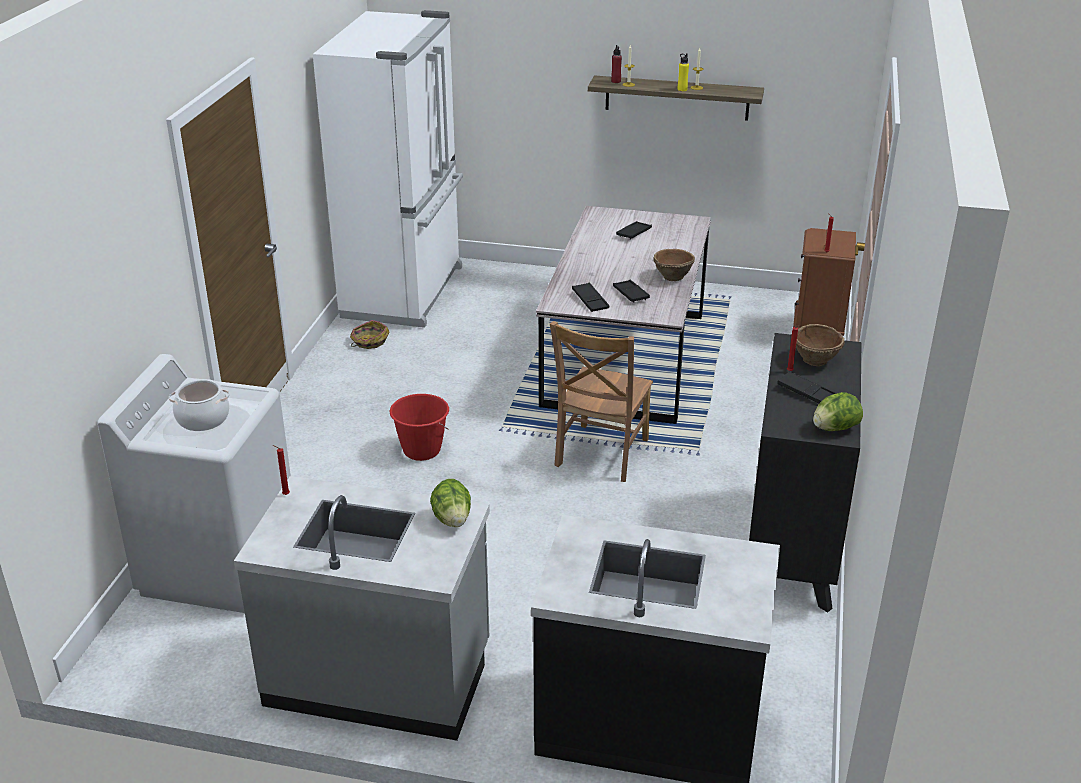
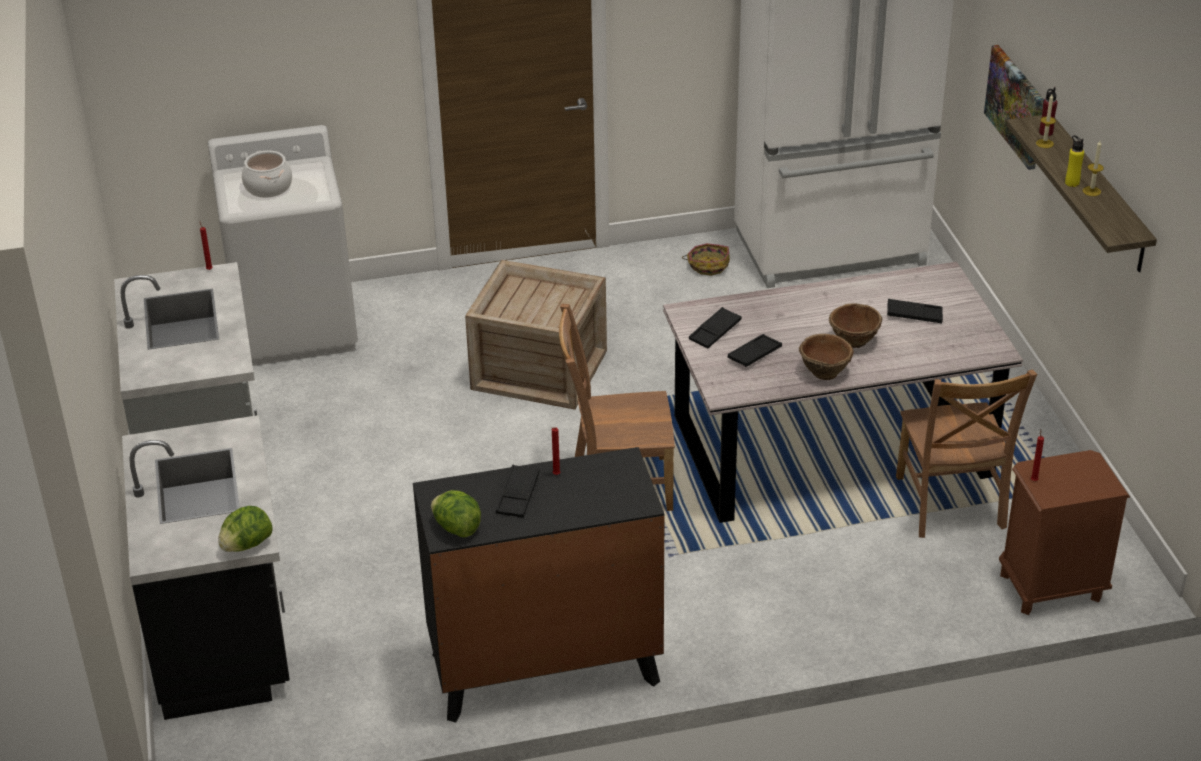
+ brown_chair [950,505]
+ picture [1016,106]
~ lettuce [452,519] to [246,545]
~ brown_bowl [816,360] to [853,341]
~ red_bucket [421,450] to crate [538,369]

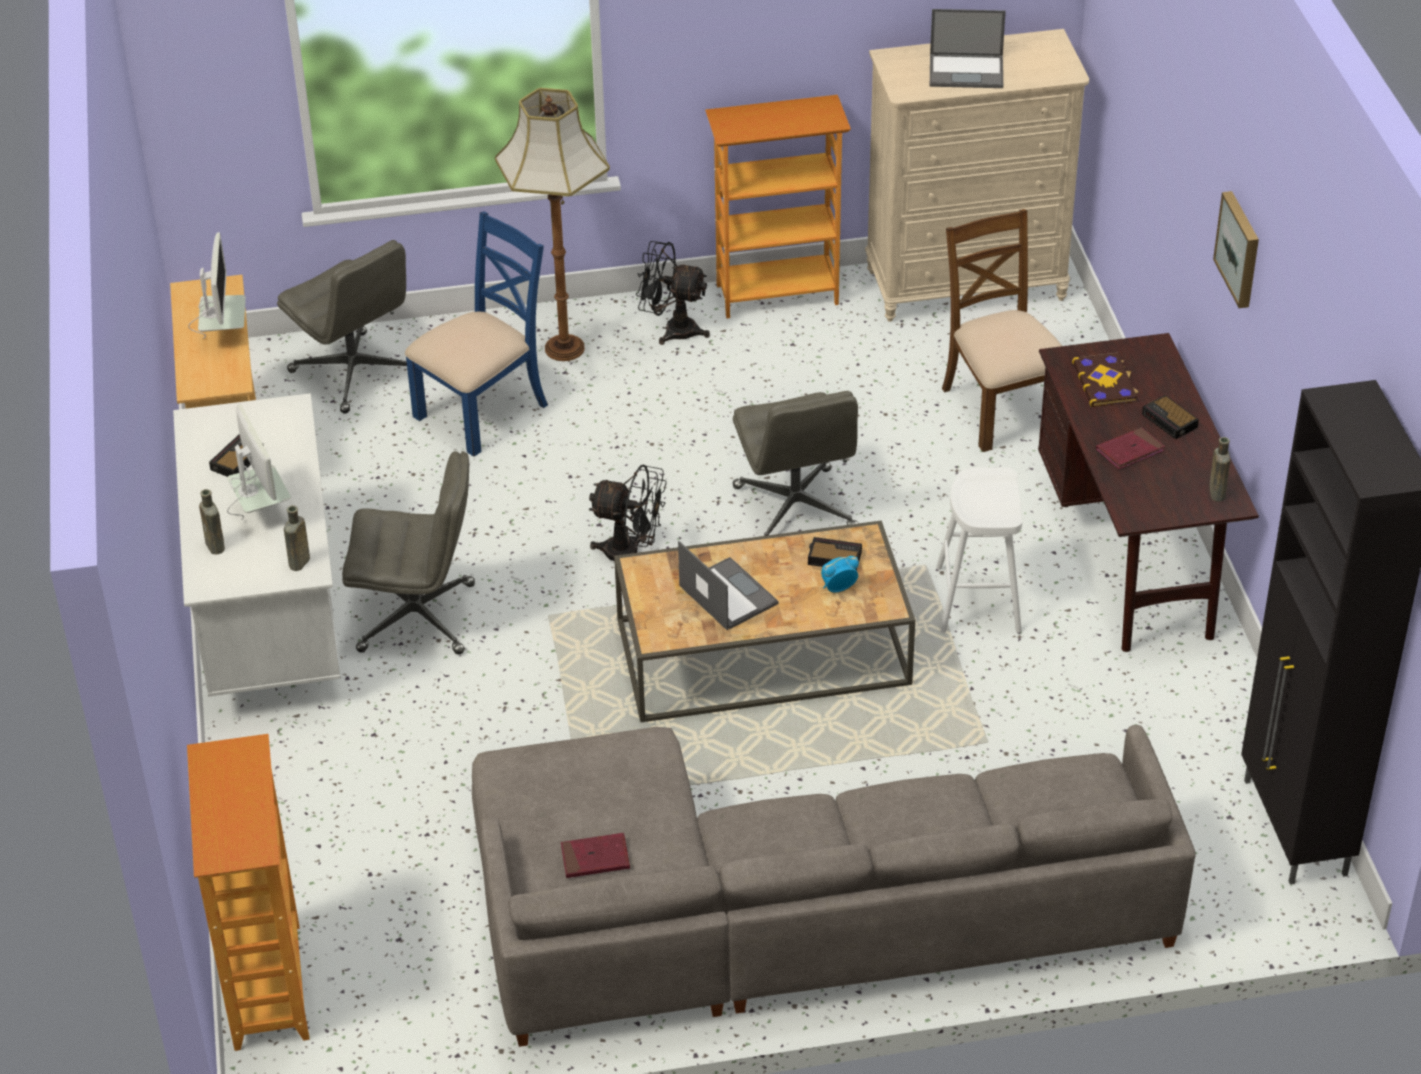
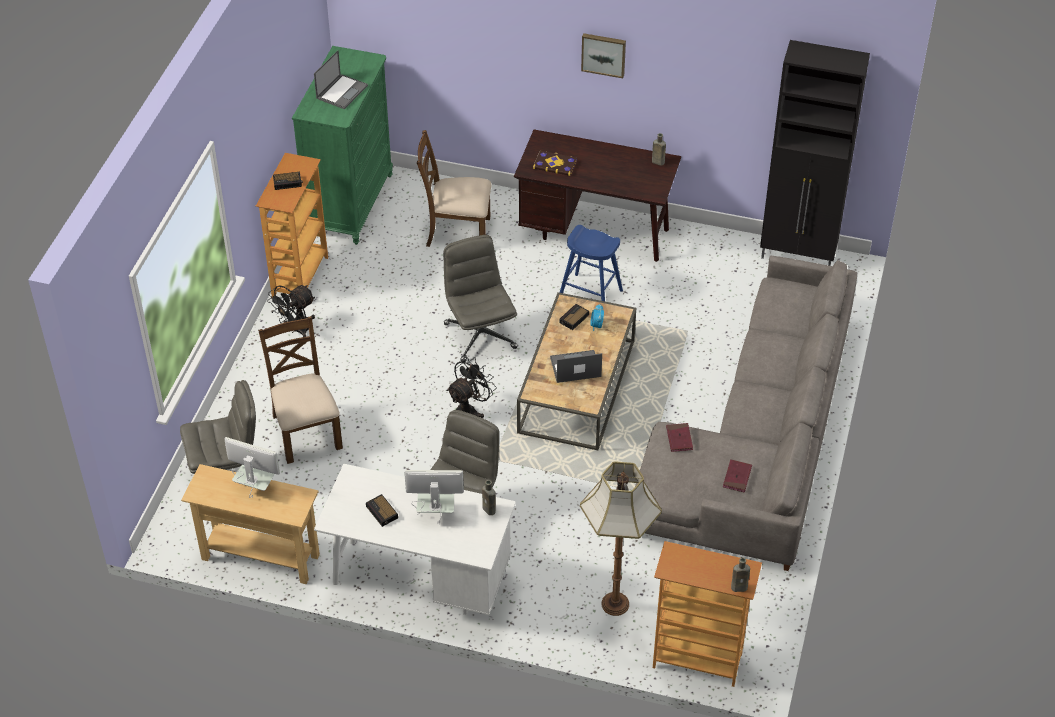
~ brown_bottle [216,547] to [740,587]
~ floor_lamp [563,348] to [614,604]
~ red_book [1130,451] to [679,439]
~ alarm_clock [1170,421] to [288,182]
~ blue_chair [483,411] to brown_chair [306,431]
~ beige_dresser [966,284] to green_dresser [350,204]
~ white_stool [978,599] to blue_stool [590,295]
~ grey_office_chair [796,509] = [479,335] 120 degrees counterclockwise

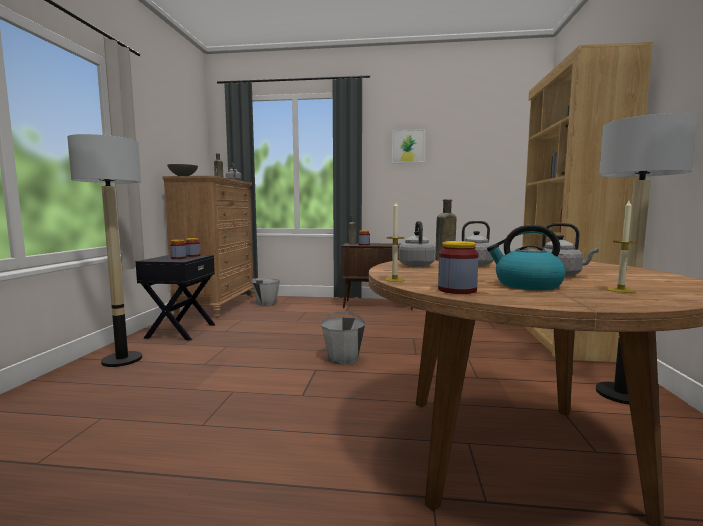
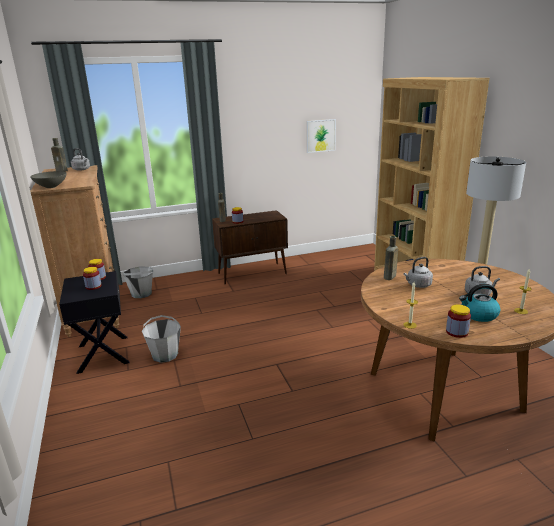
- floor_lamp [122,360]
- grey_kettle [416,265]
~ grey_bucket [343,358] to [165,354]
~ picture [408,146] to [320,135]

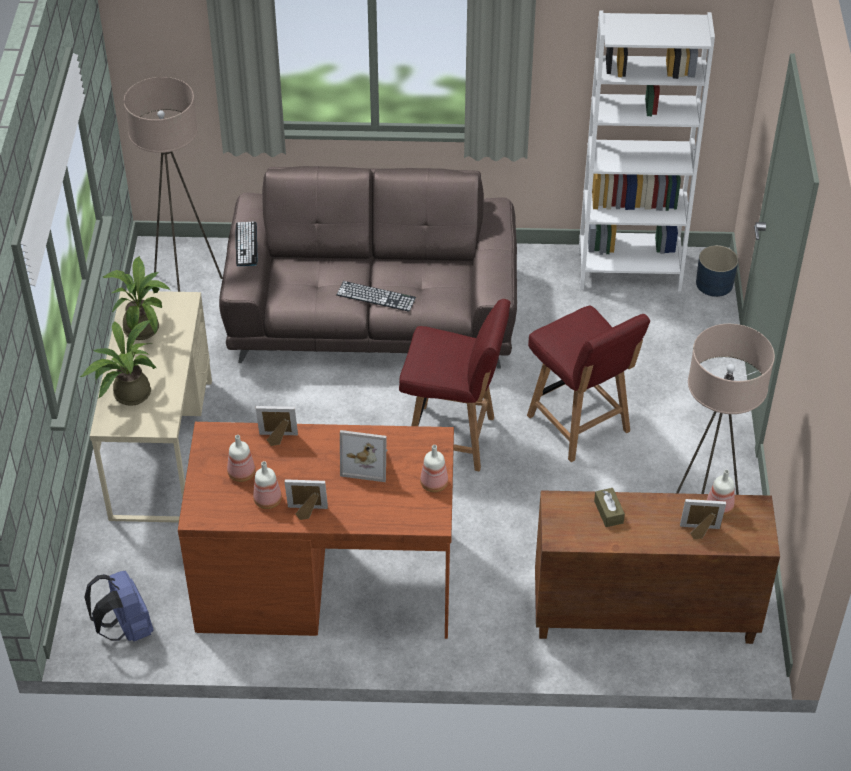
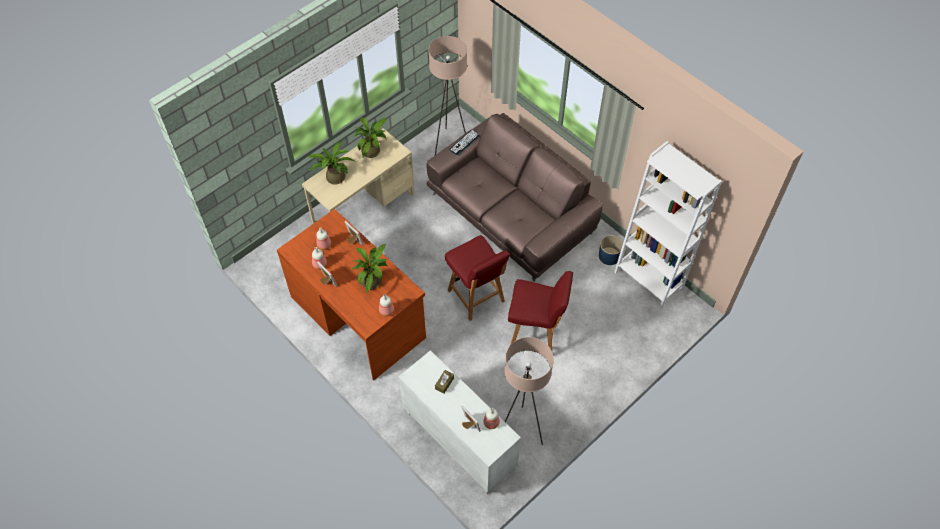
- blue_backpack [126,628]
- keyboard [376,296]
~ blue_planter [714,283] to [609,256]
~ picture_frame [367,462] to potted_plant [373,279]
~ brown_cabinet [642,615] to white_cabinet [458,440]
~ red_chair [579,425] = [535,335] 90 degrees counterclockwise

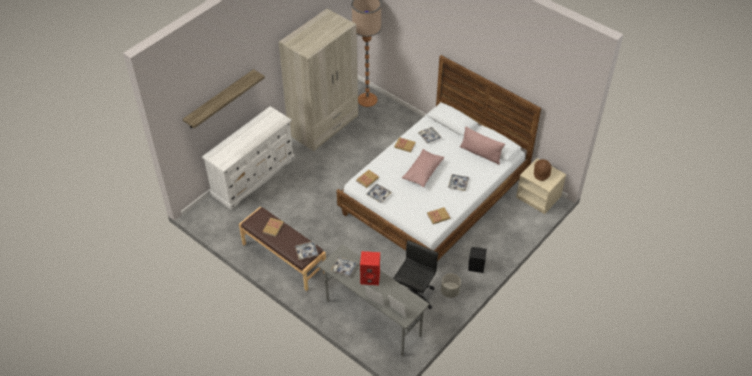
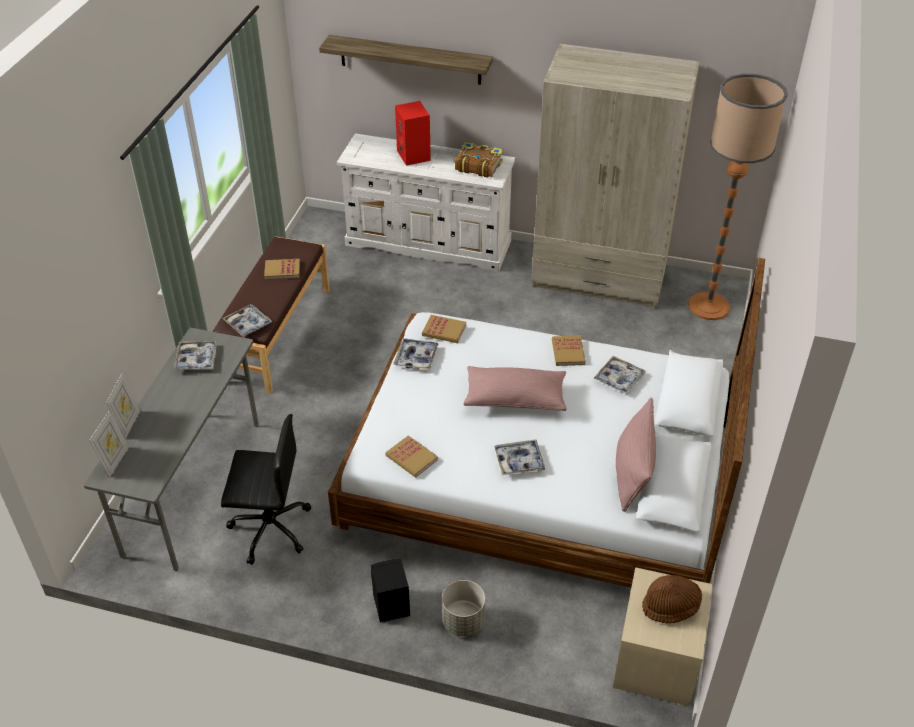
+ book [478,166]
~ red_speaker [370,277] to [414,155]
~ grey_planter [450,291] to [463,621]

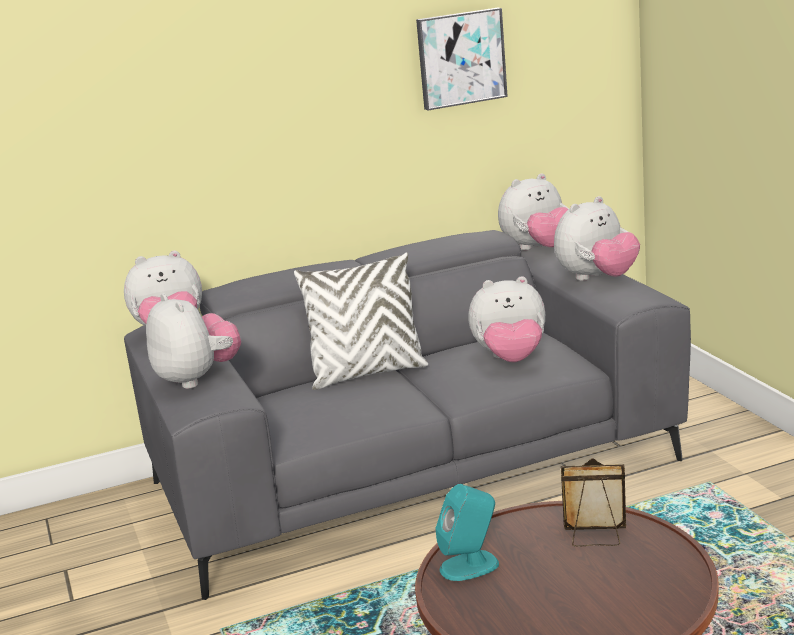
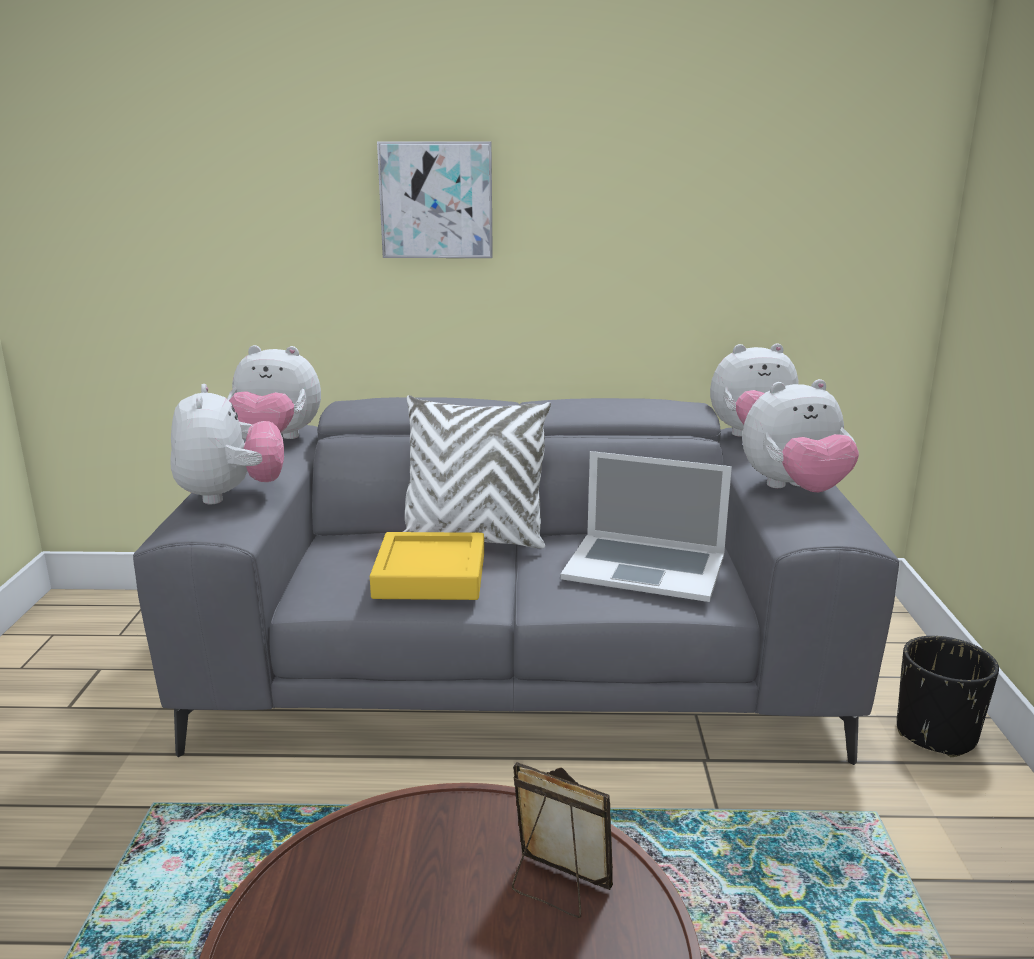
- turquoise_speaker [470,566]
+ yellow_tray [430,576]
+ black_planter [936,734]
~ picture [460,58] to [436,200]
~ plush_toy [511,359] to laptop [644,567]

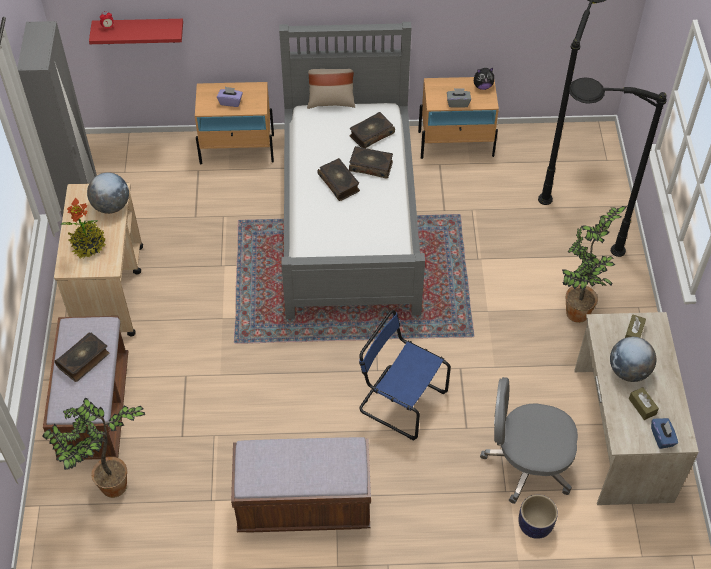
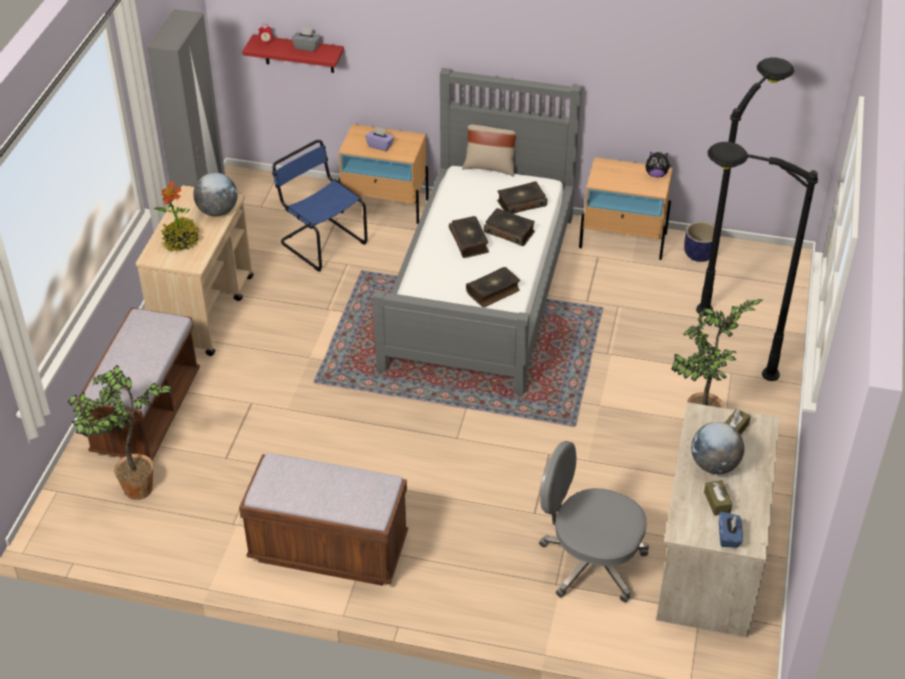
~ book [84,360] to [493,292]
~ blue_chair [399,400] to [321,242]
~ grey_tissue_box [458,103] to [307,47]
~ planter [534,525] to [699,254]

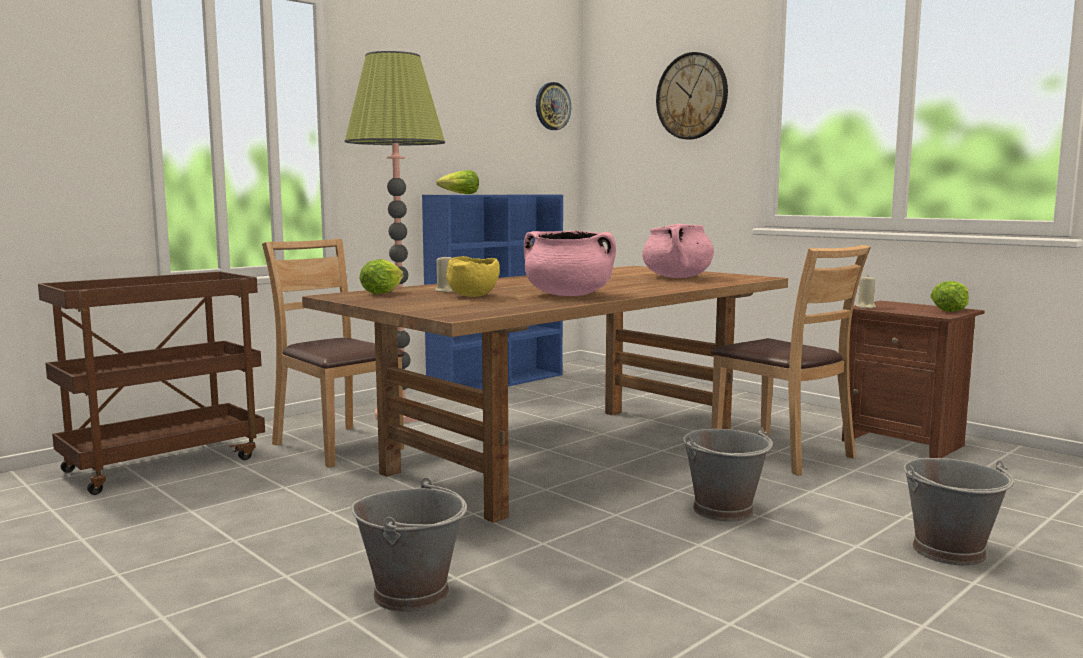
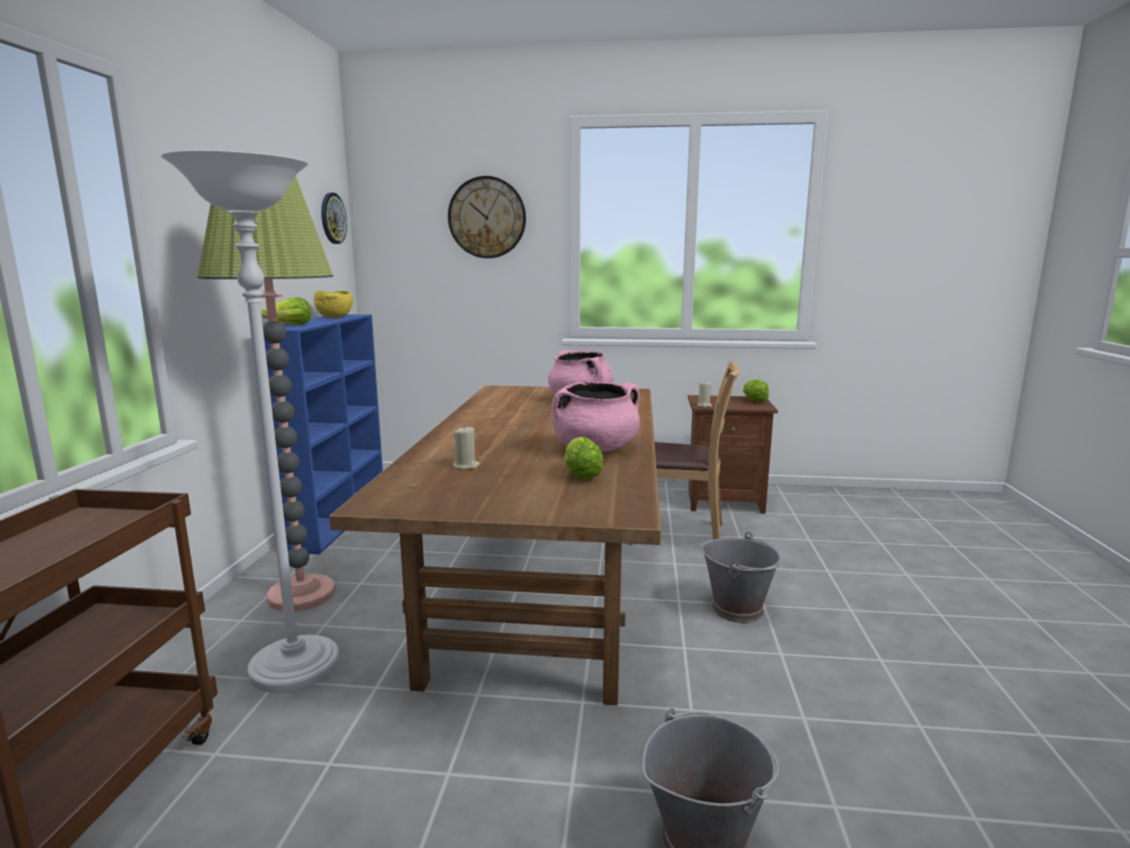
- grey_bucket [950,551]
~ lettuce [384,292] to [581,474]
~ yellow_bowl [473,296] to [334,317]
~ brown_chair [338,446] to white_floor_lamp [295,668]

